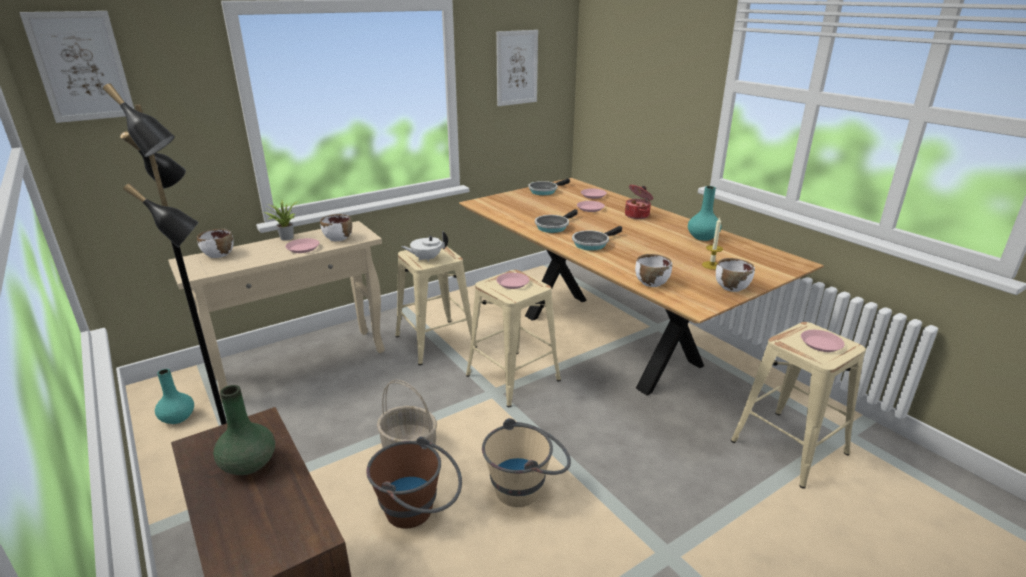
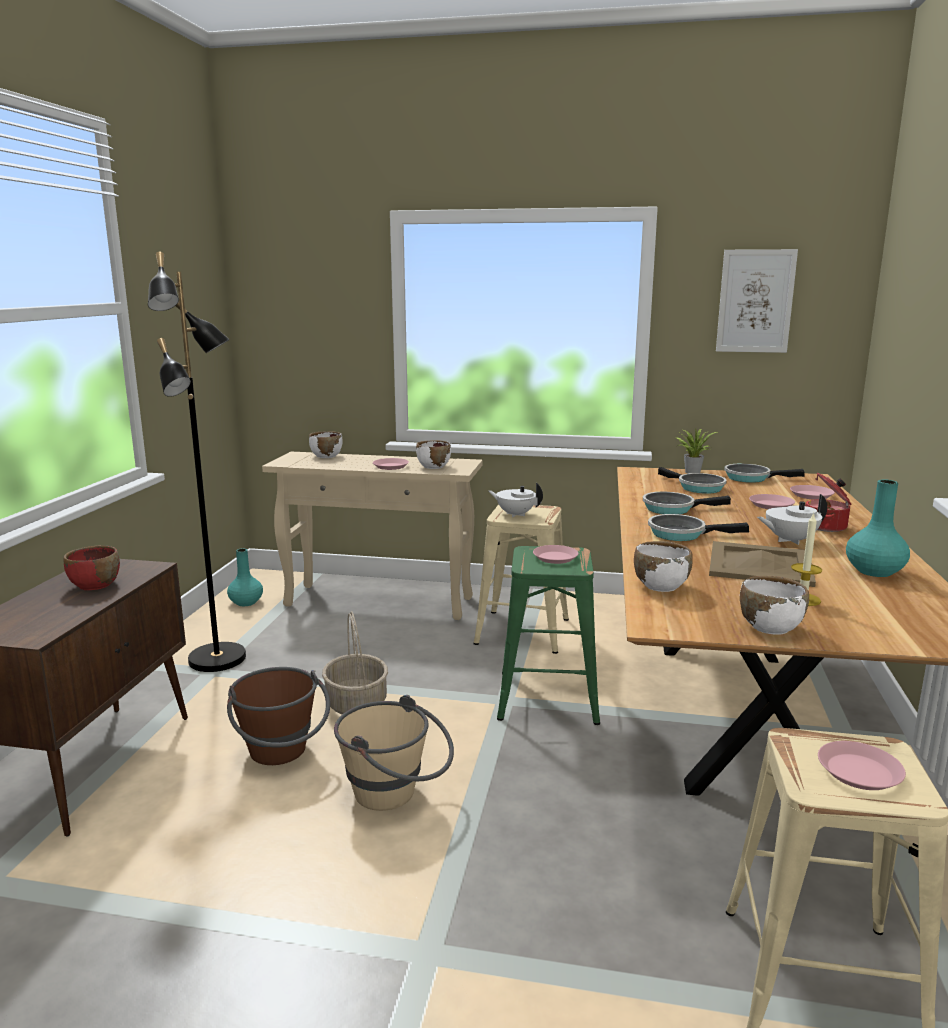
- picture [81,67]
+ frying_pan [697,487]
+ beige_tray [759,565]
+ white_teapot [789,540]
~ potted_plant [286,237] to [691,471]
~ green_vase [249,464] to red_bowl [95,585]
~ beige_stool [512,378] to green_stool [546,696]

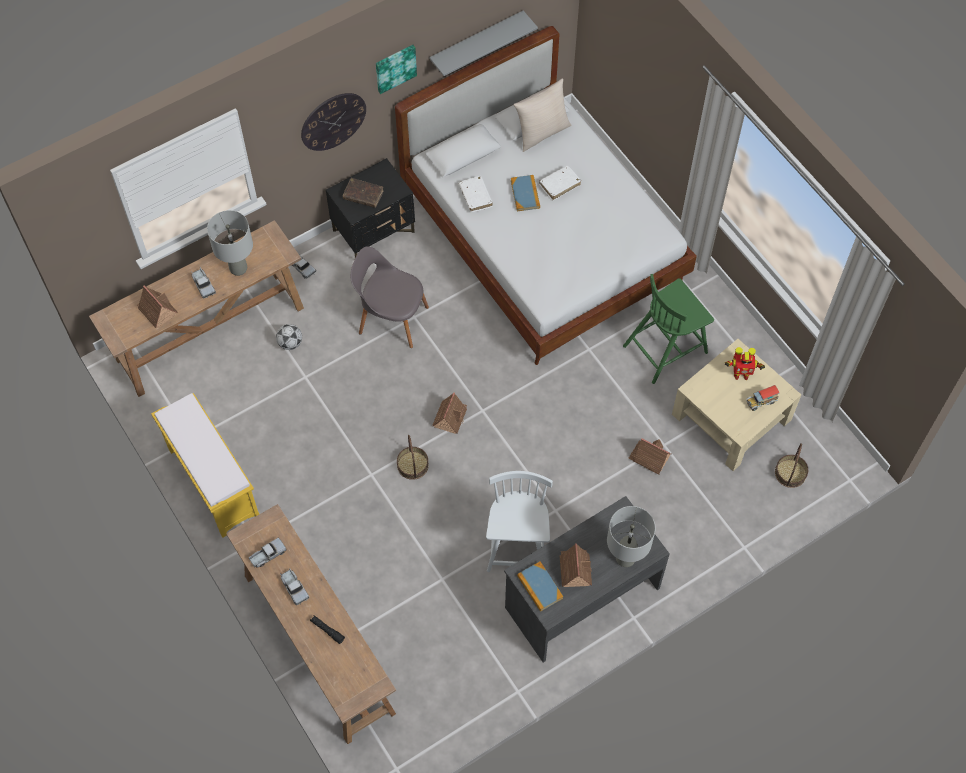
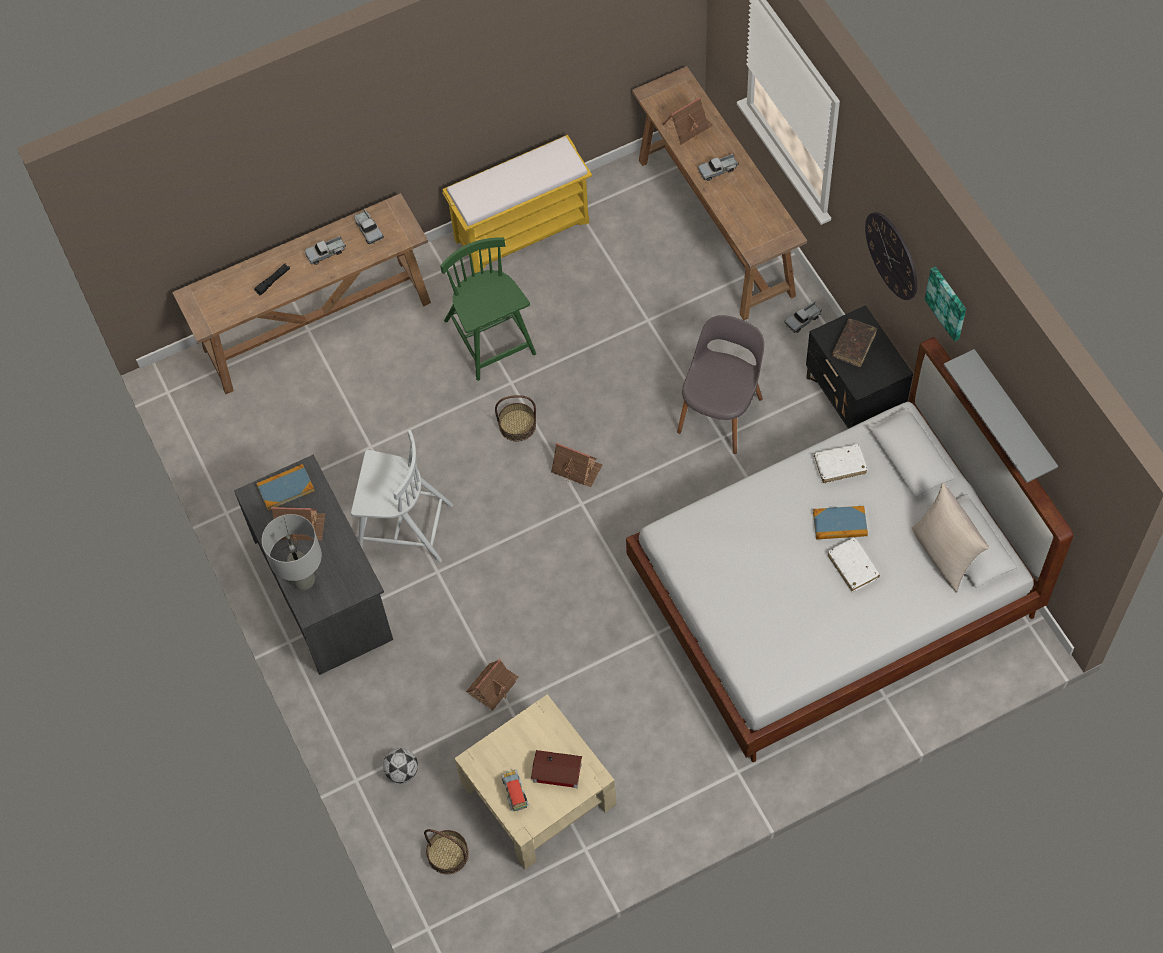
- grey_table_lamp [238,268]
~ football [290,343] to [402,771]
~ green_chair [666,348] to [490,339]
~ toy_robot [740,374] to toy_house [558,774]

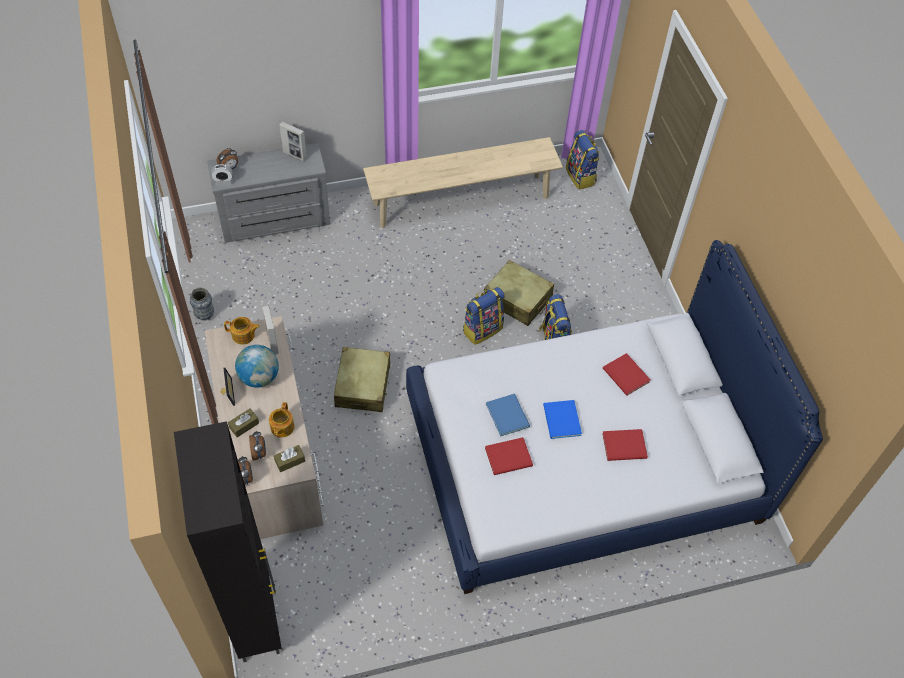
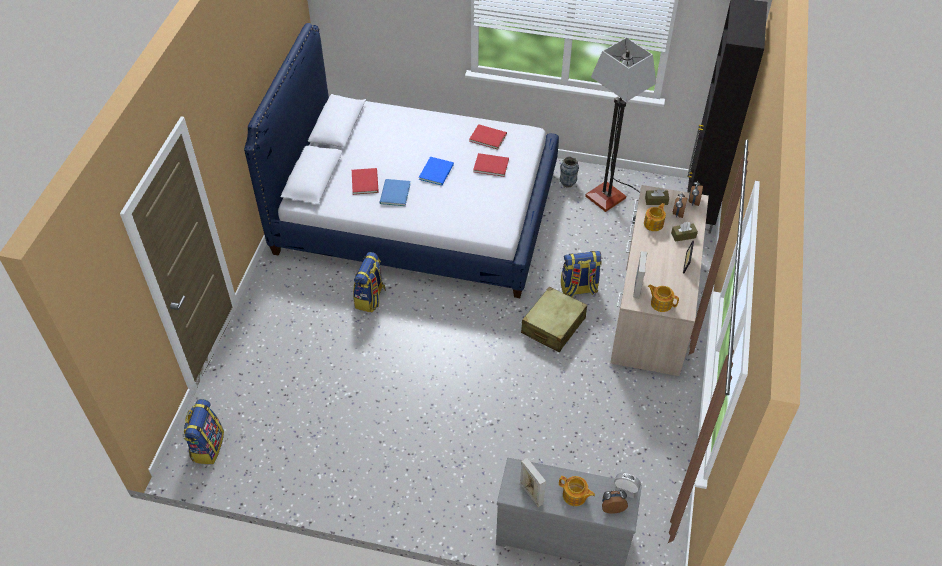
- globe [259,377]
- beige_bench [461,200]
- beige_suitcase [518,300]
+ teapot [575,496]
+ floor_lamp [615,201]
~ vase [205,315] to [567,183]
~ backpack [482,329] to [578,289]
~ blue_book [508,414] to [394,194]
~ red_book [626,447] to [487,137]

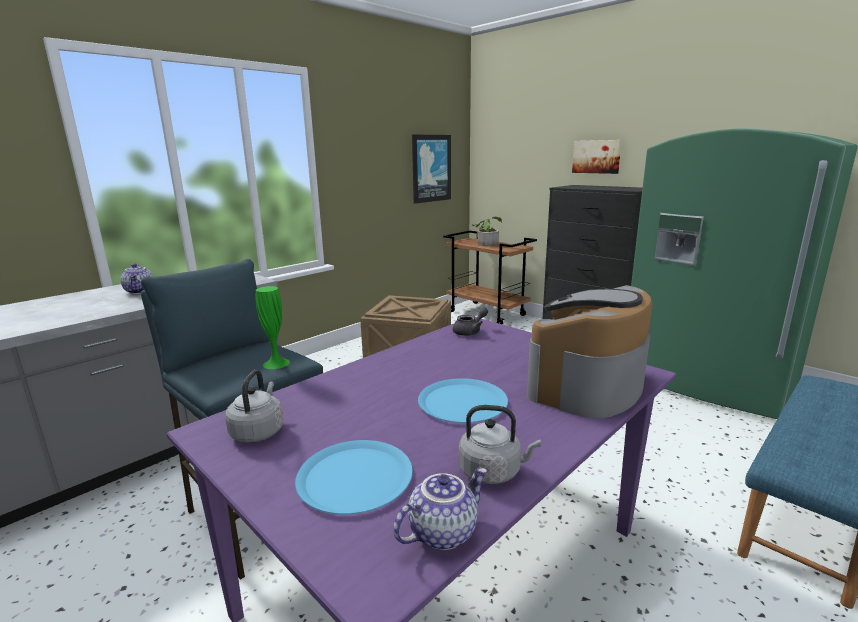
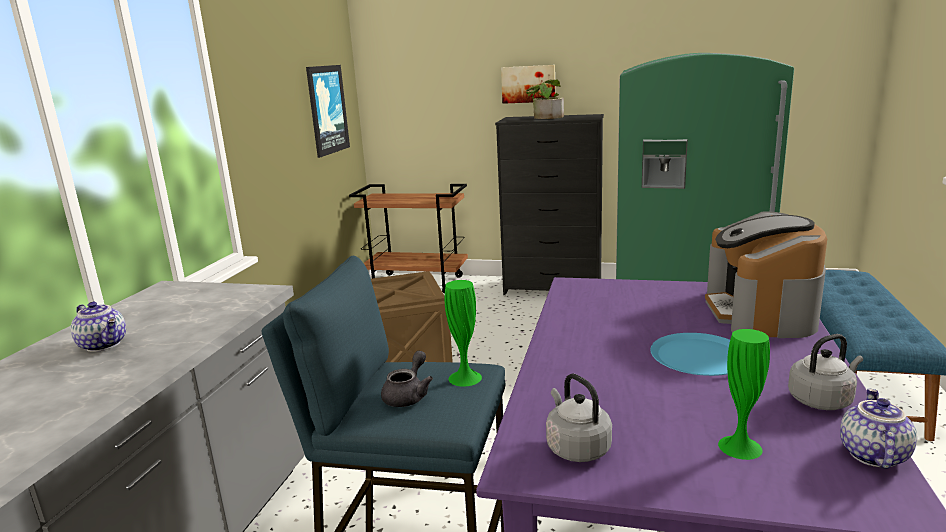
~ grey_teapot [470,332] to [408,395]
~ potted_plant [487,243] to [545,117]
~ blue_plate [355,477] to green_vase [740,447]

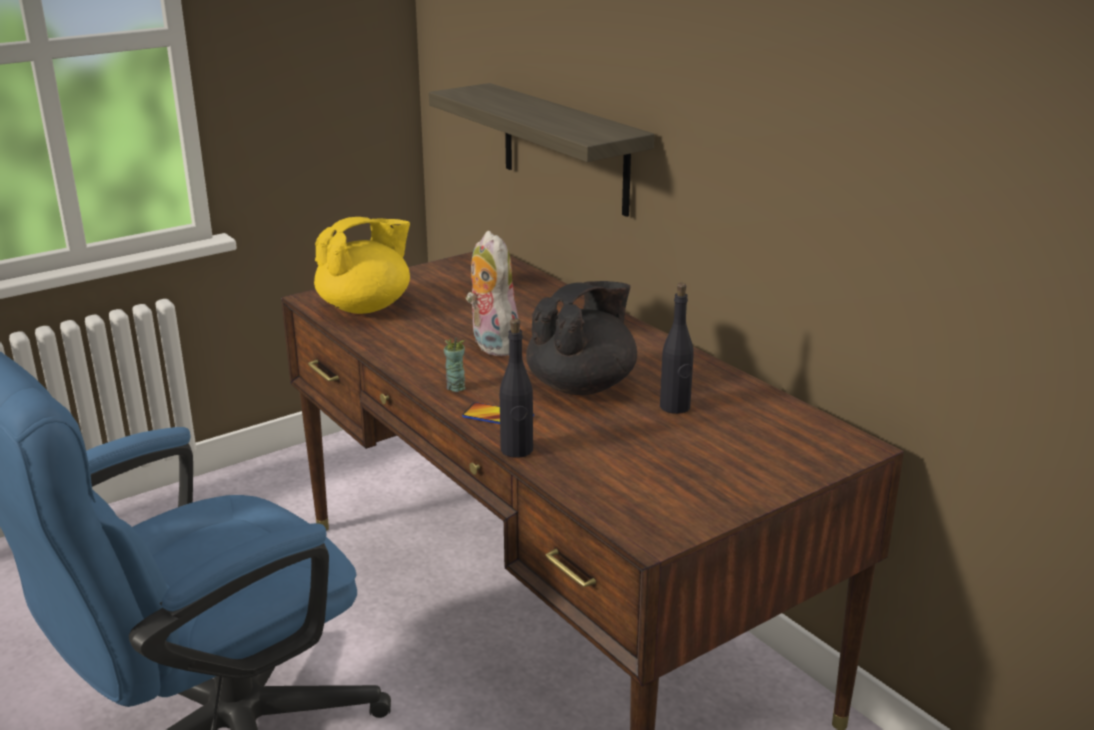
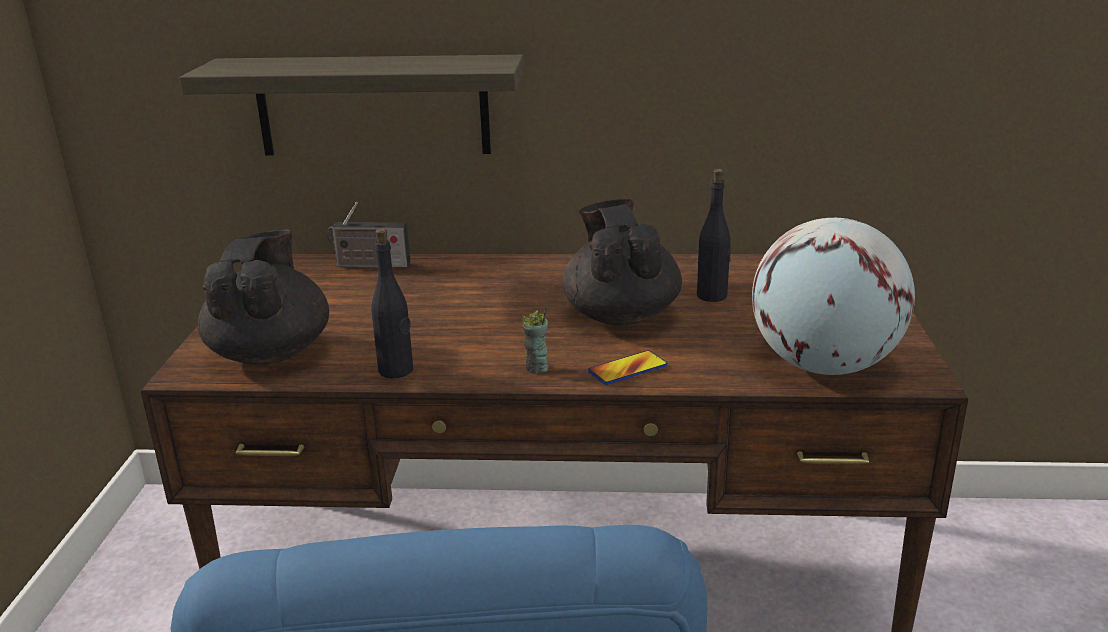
- plush_toy [491,344]
+ radio [369,265]
+ globe [824,365]
~ black_bottle [517,450] to [396,370]
~ yellow_teapot [366,307] to black_teapot [271,352]

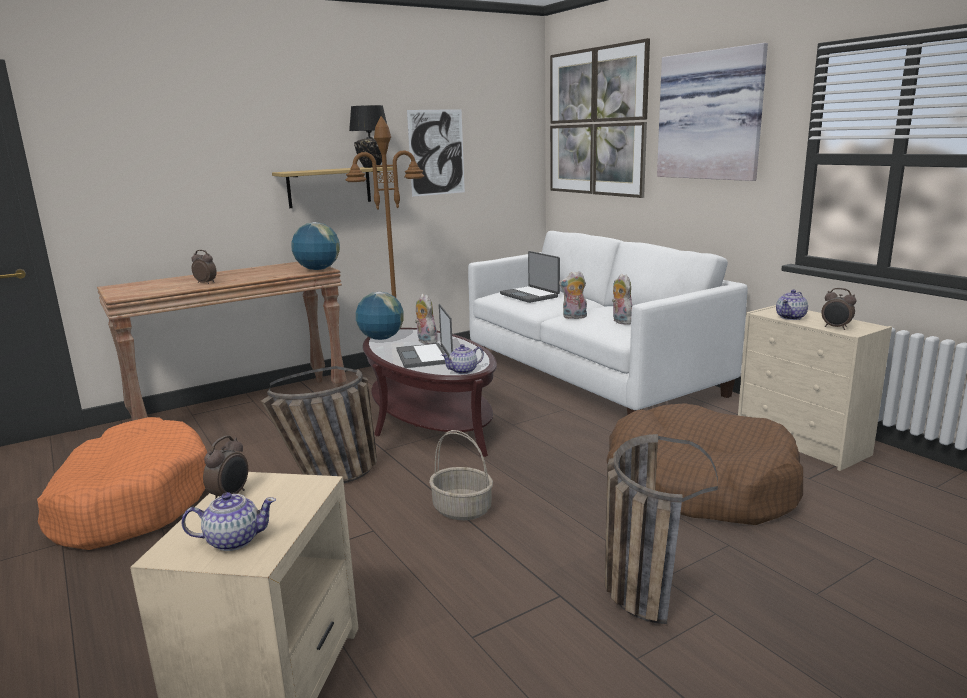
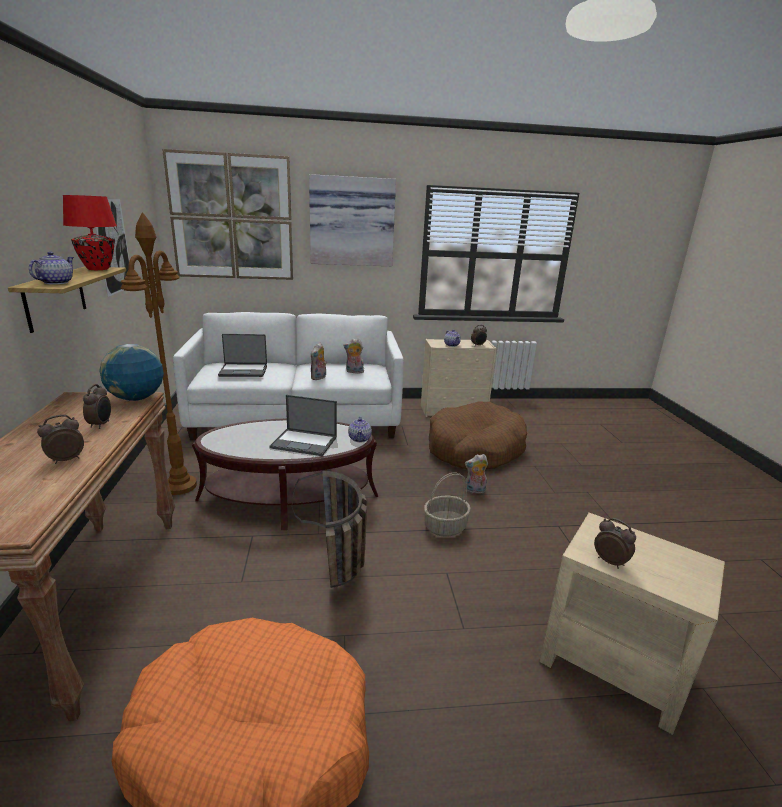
- globe [381,338]
- basket [639,580]
+ alarm_clock [101,424]
~ teapot [233,540] to [55,282]
~ plush_toy [425,341] to [475,491]
~ black_table_lamp [371,167] to red_table_lamp [97,269]

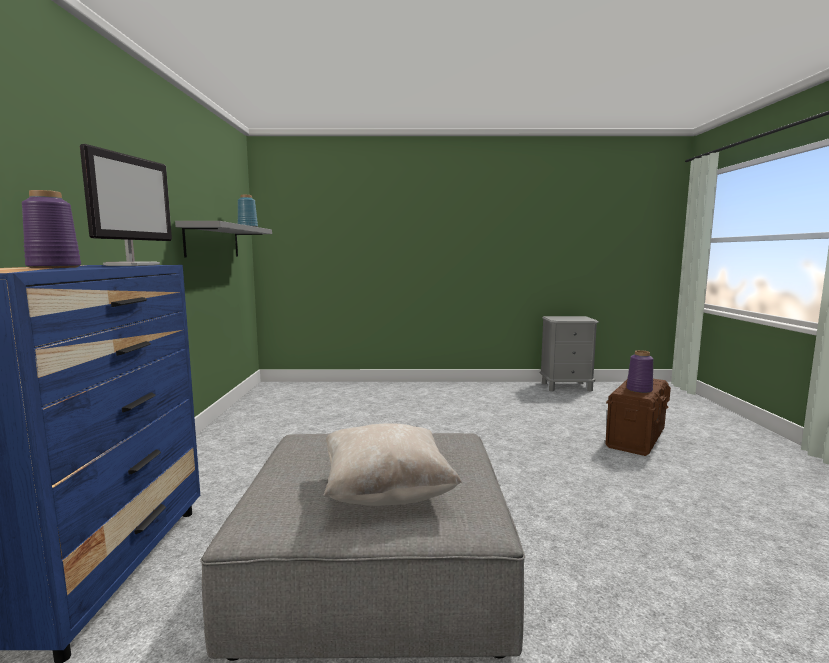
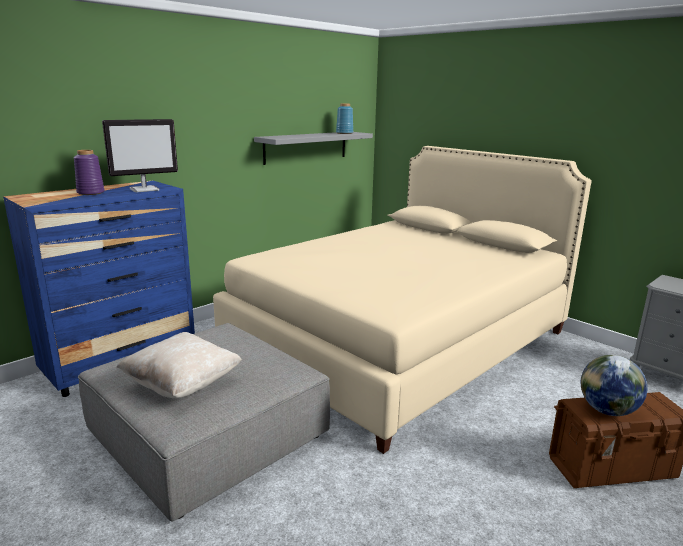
+ beige_bed [399,341]
~ purple_vase [639,390] to globe [607,411]

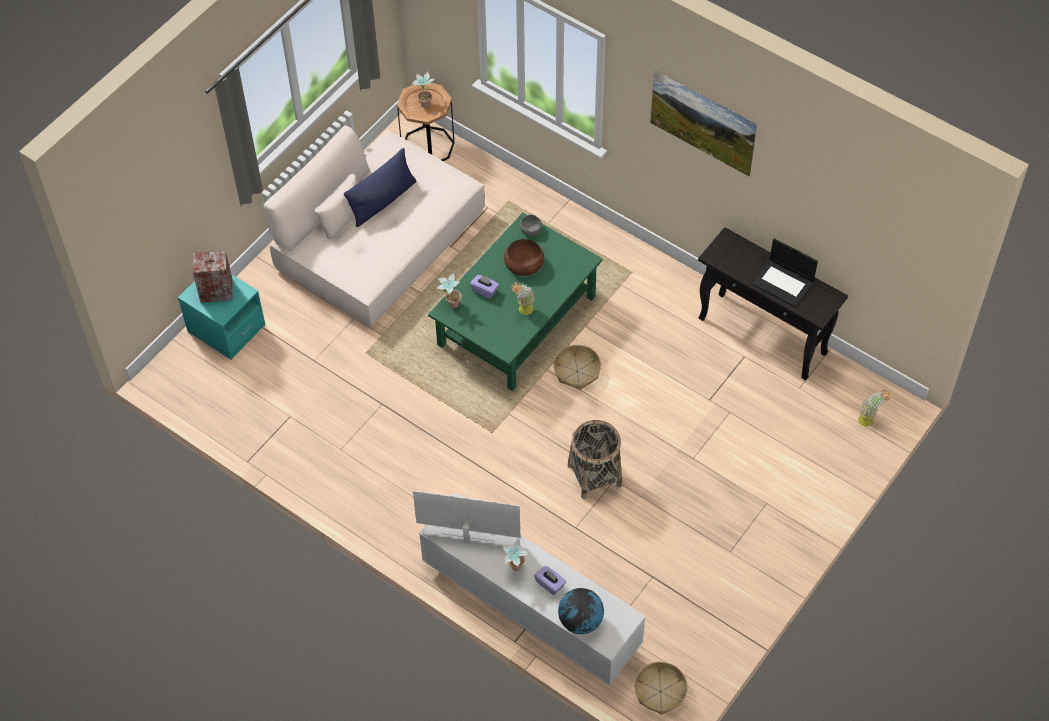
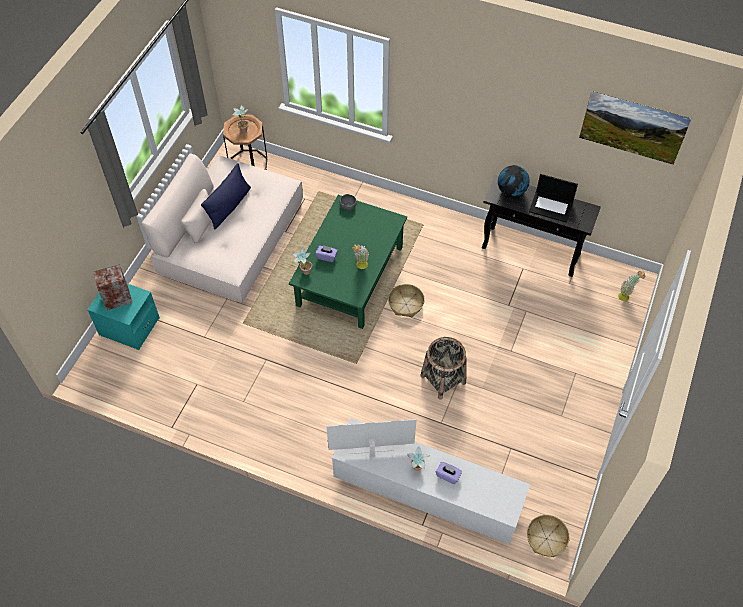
- brown_bowl [524,264]
~ globe [580,621] to [511,191]
~ picture [700,136] to [629,139]

